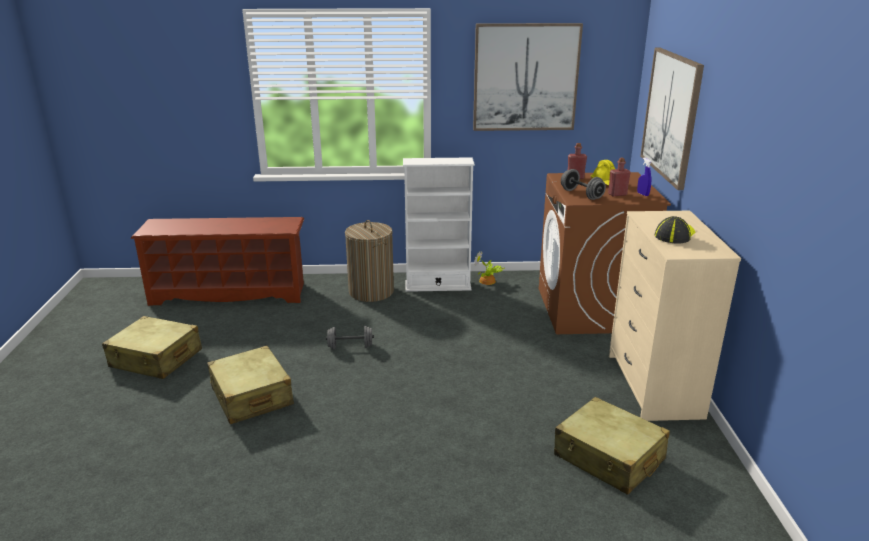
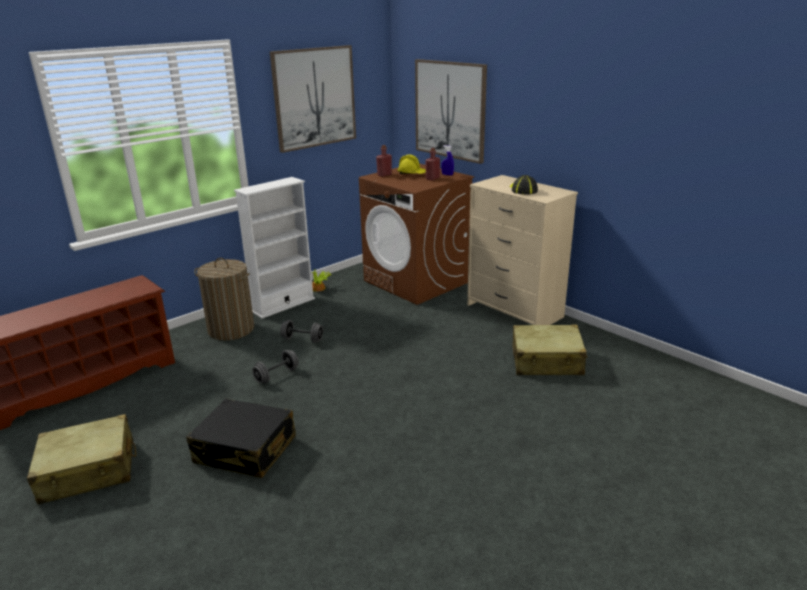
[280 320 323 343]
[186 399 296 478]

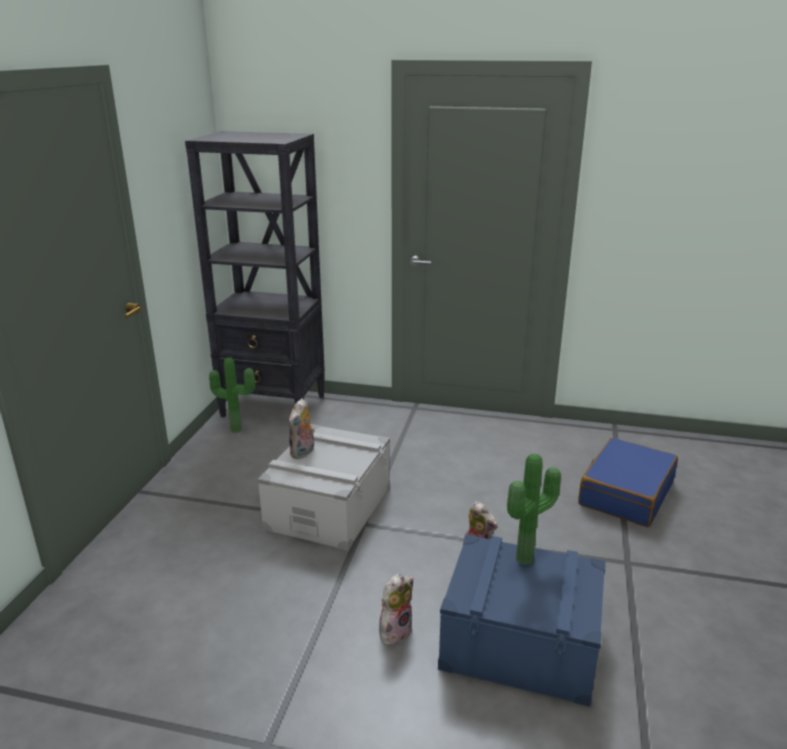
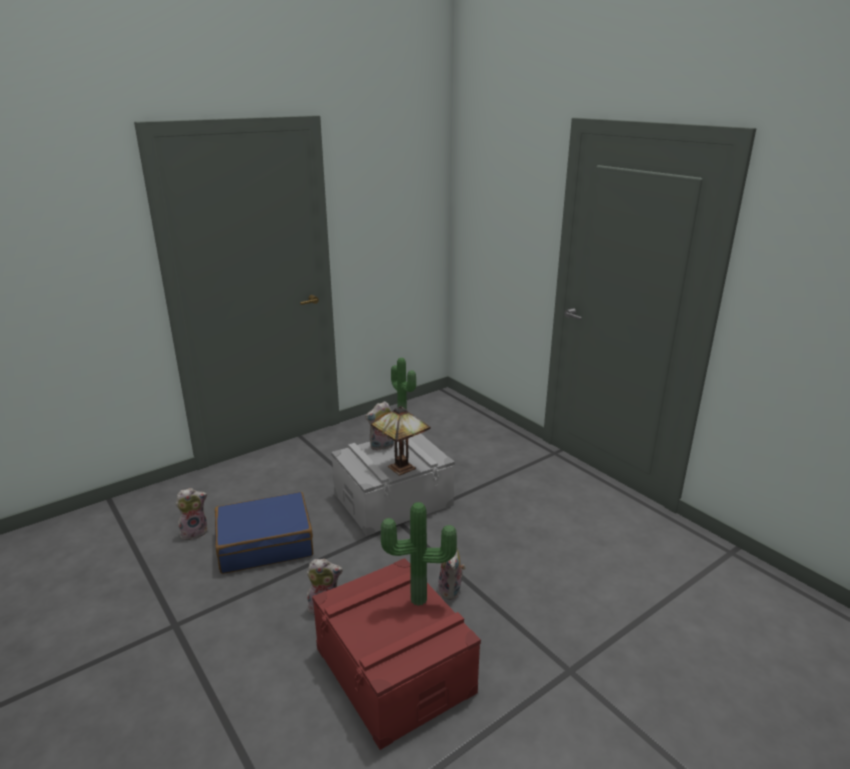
[185 131 325 417] (first image)
[176 488 208 540]
[371 406 431 476]
[215 492 313 574]
[312 558 481 750]

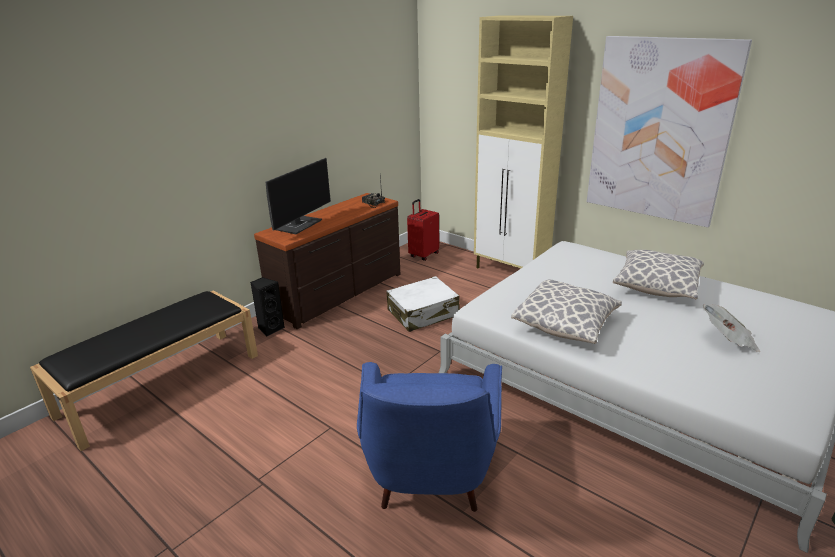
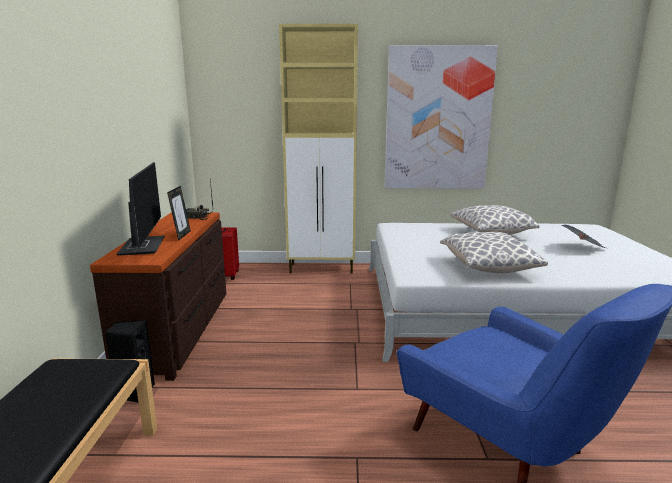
[386 276 459 332] (first image)
[167 186 191 241]

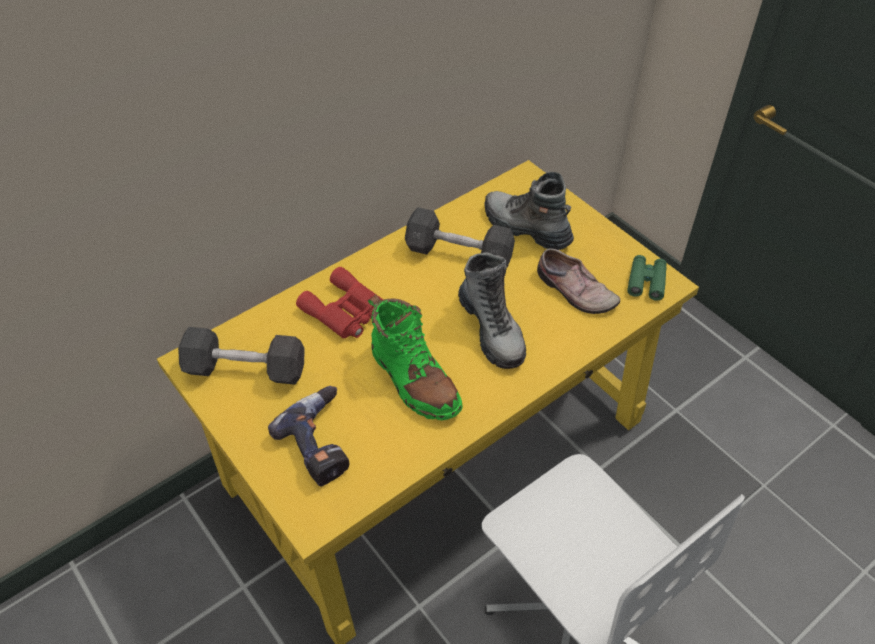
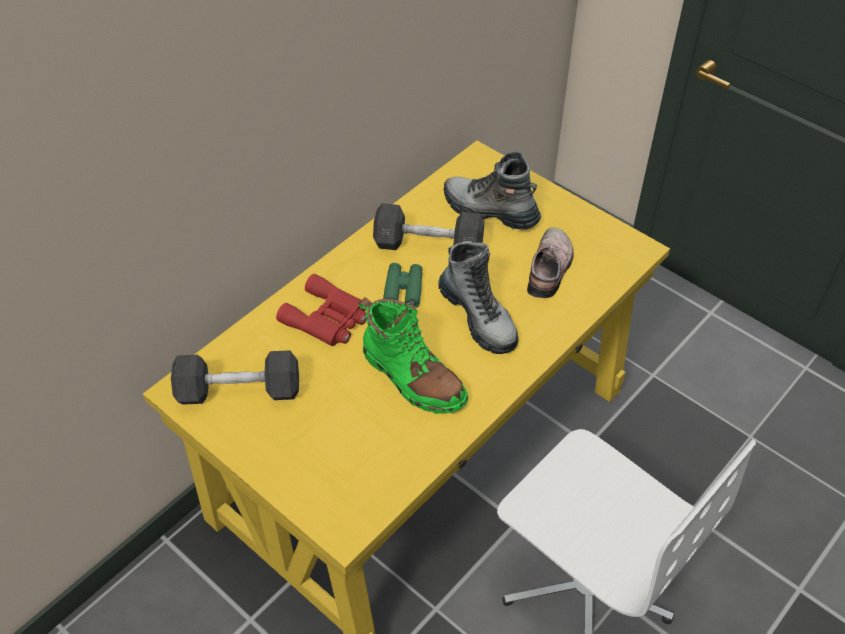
[268 386 349 487] (first image)
[383 263 422 308]
[527 228 574 298]

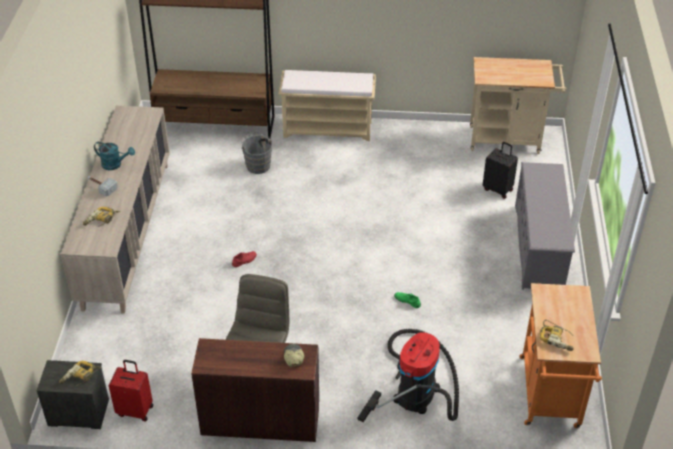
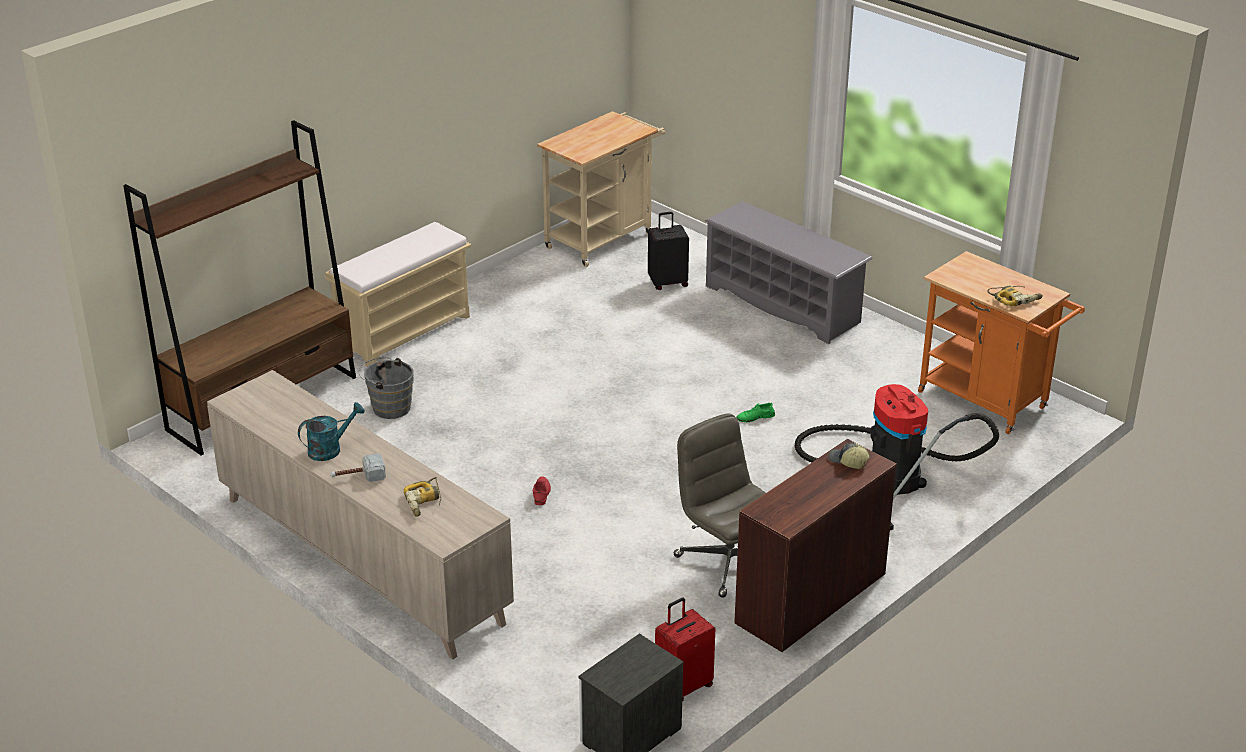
[59 361 102 387] (first image)

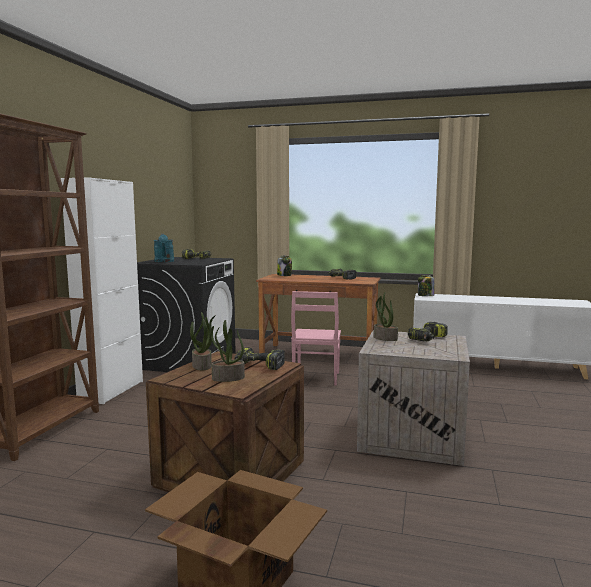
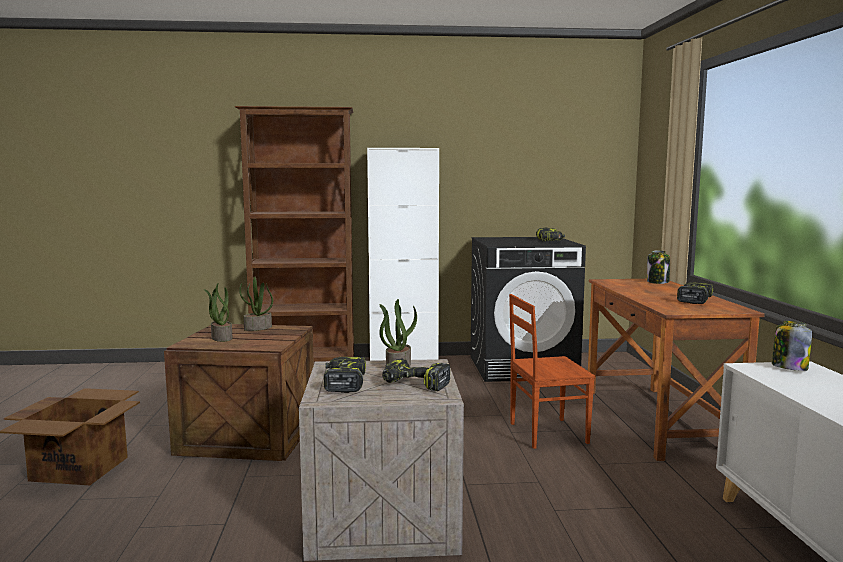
[154 234 174 262] (first image)
[324 357 366 393]
[509 294 595 449]

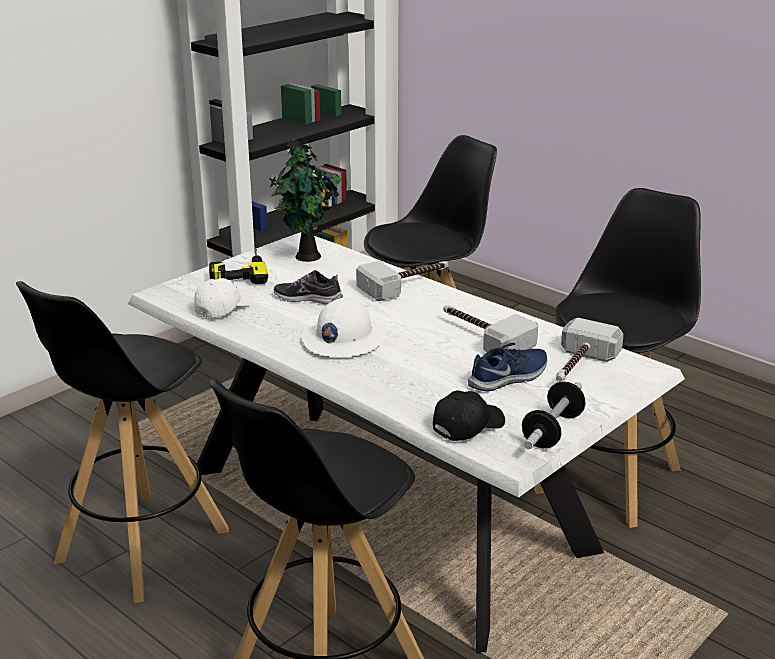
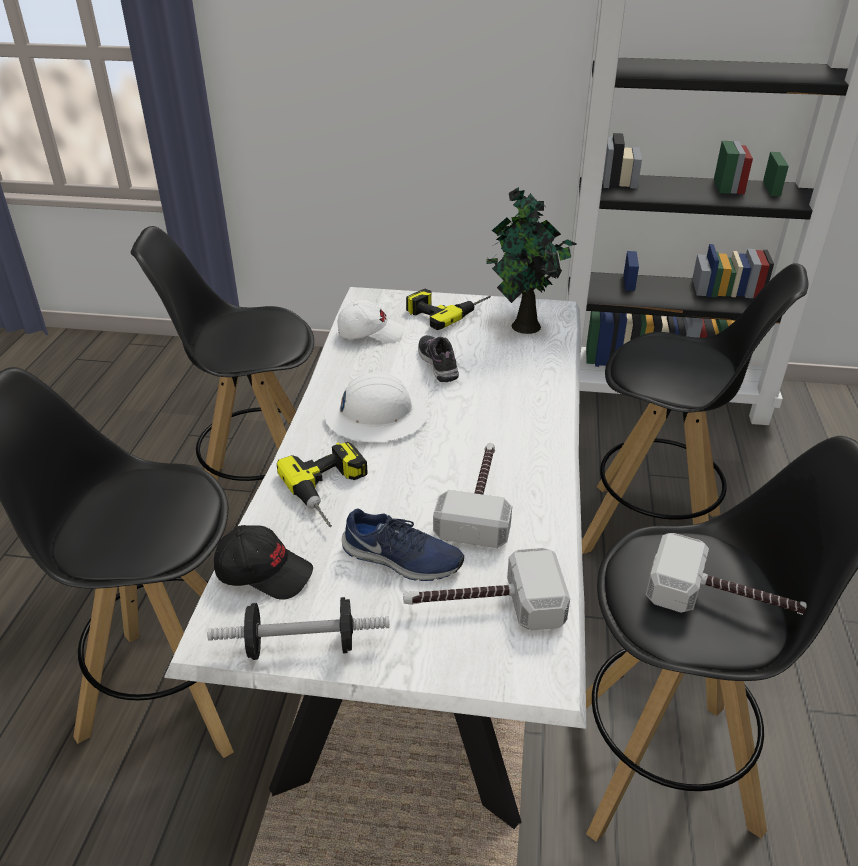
[277 442 368 527]
[646 533 807 615]

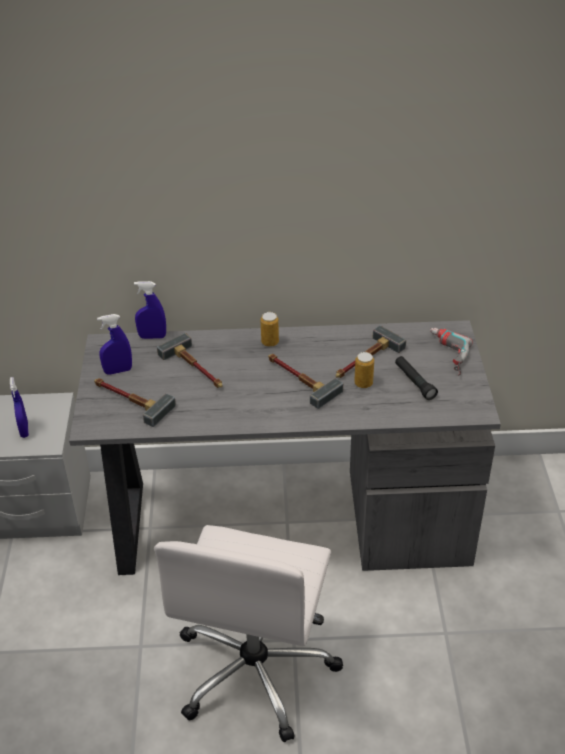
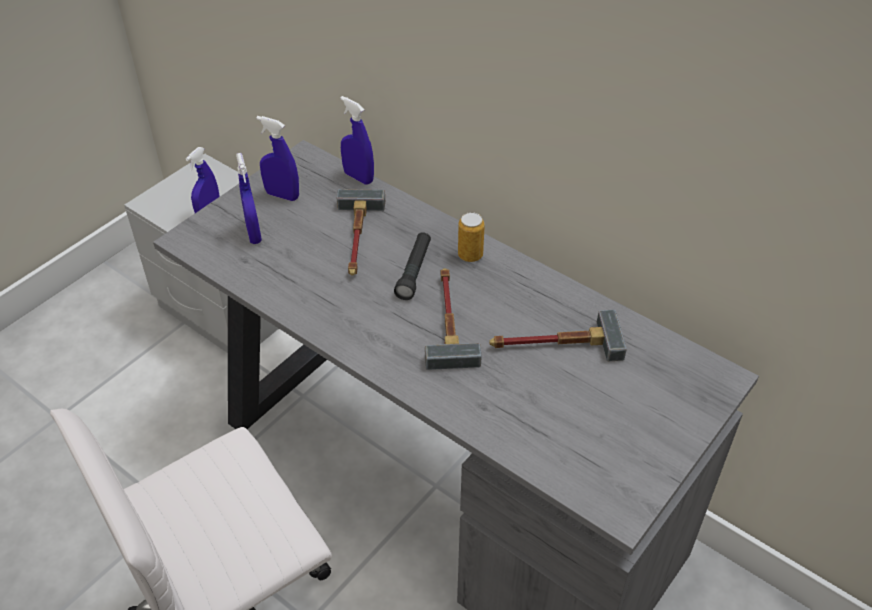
[354 352 374 388] (first image)
[430 328 472 376] (first image)
[394 232 431 300]
[236 153 262 244]

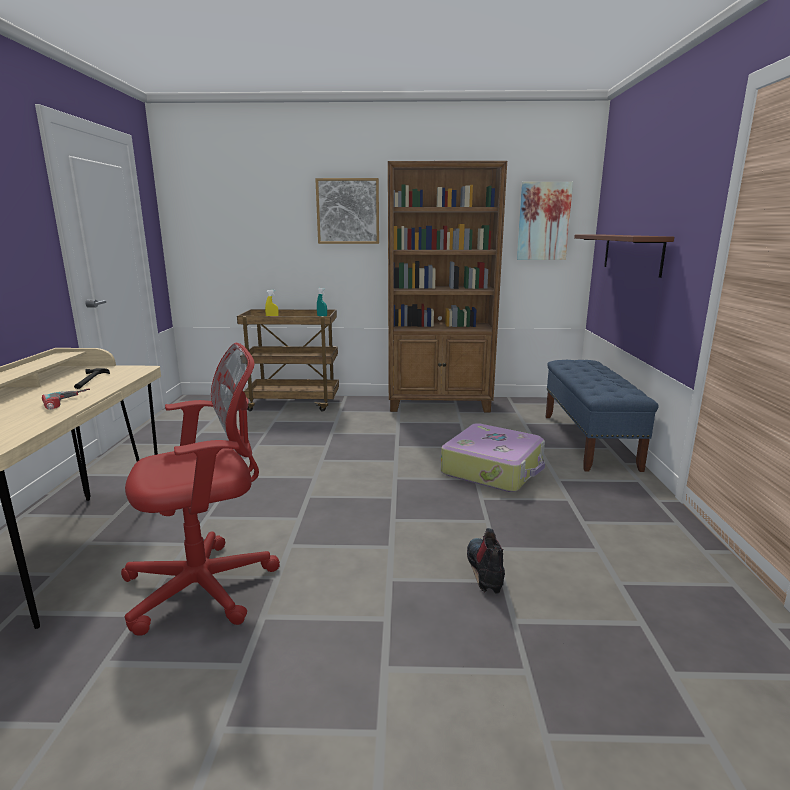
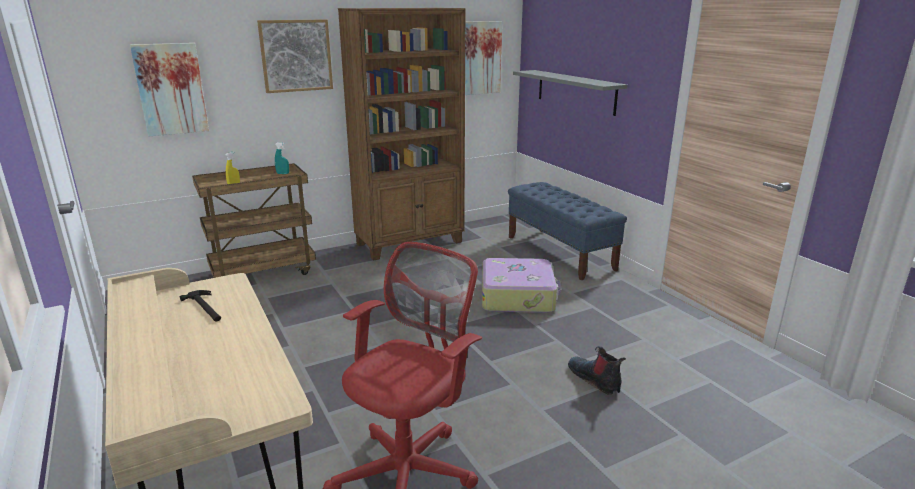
[42 389 90 410] (first image)
[130 43 209 136]
[513 70 627 116]

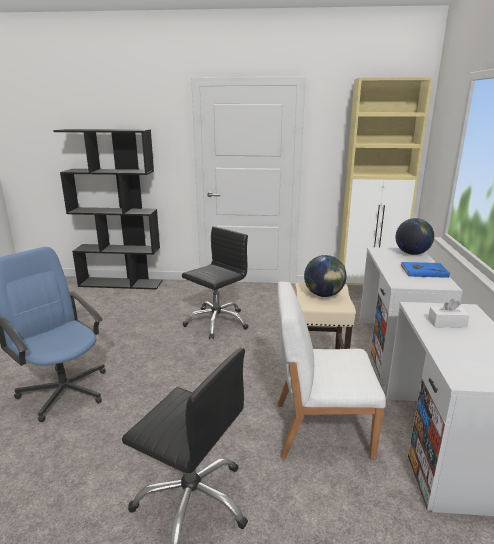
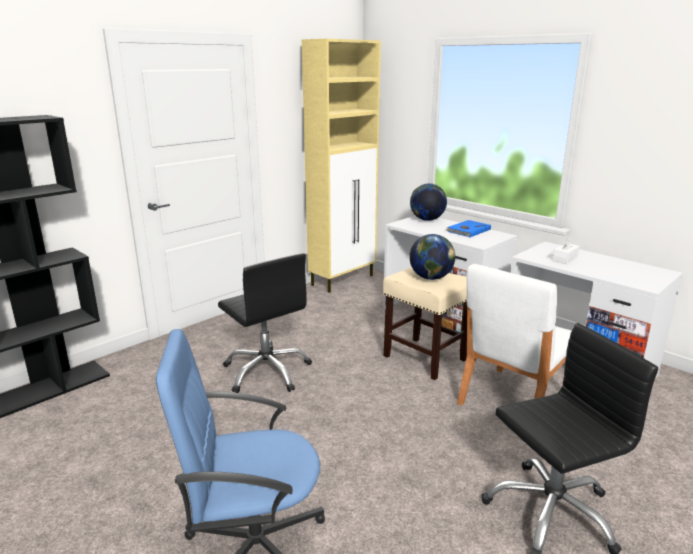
[218 253 312 393]

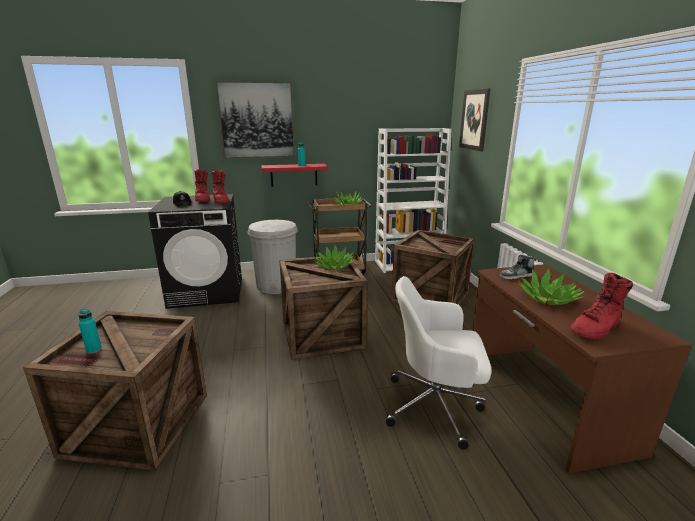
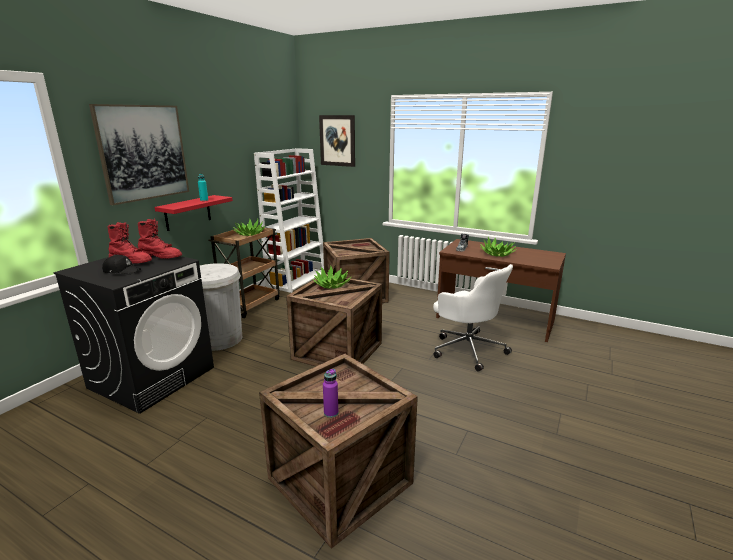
[570 273 633 339] (first image)
[323 369 338 418]
[433 264 513 372]

